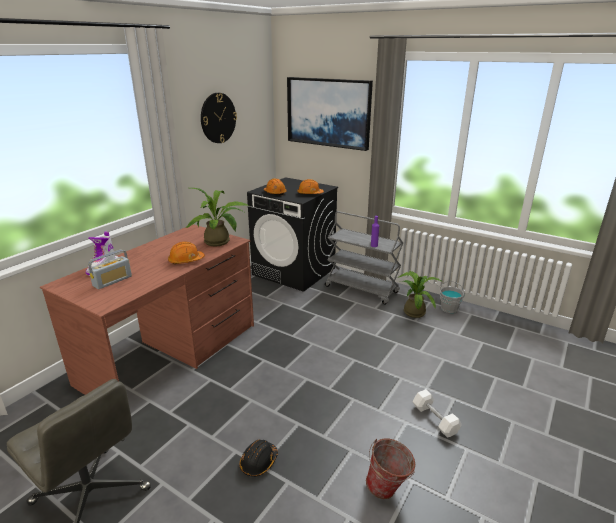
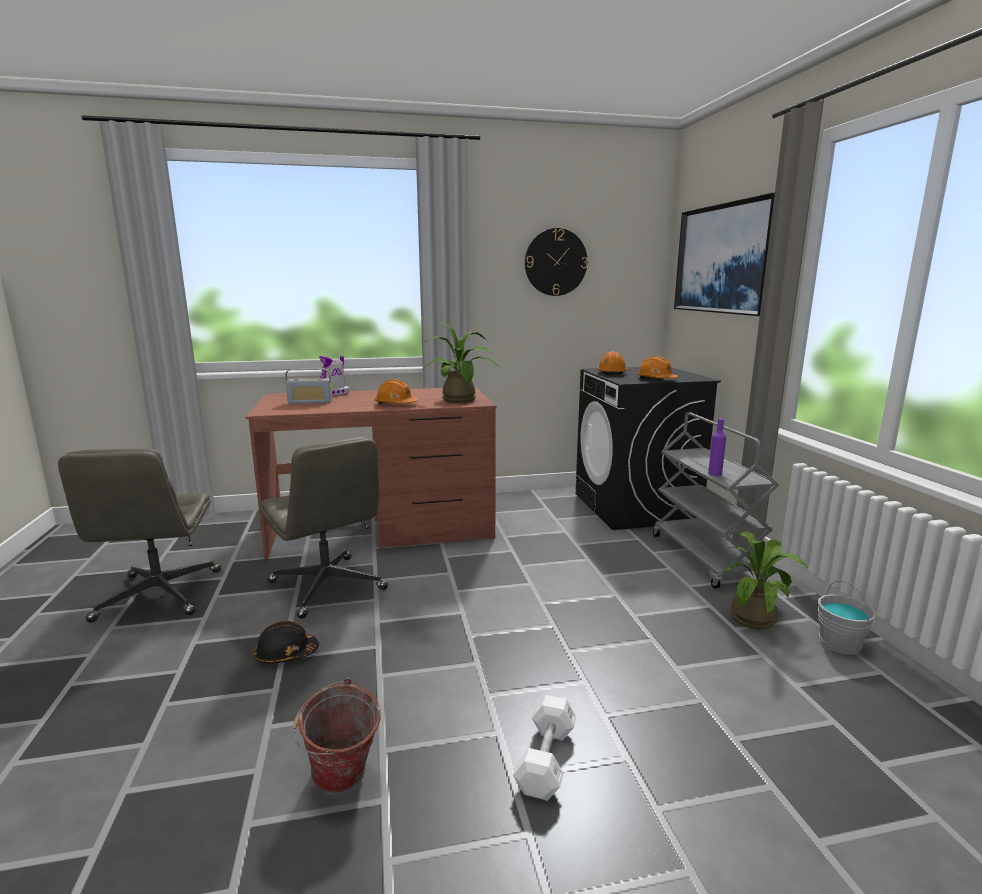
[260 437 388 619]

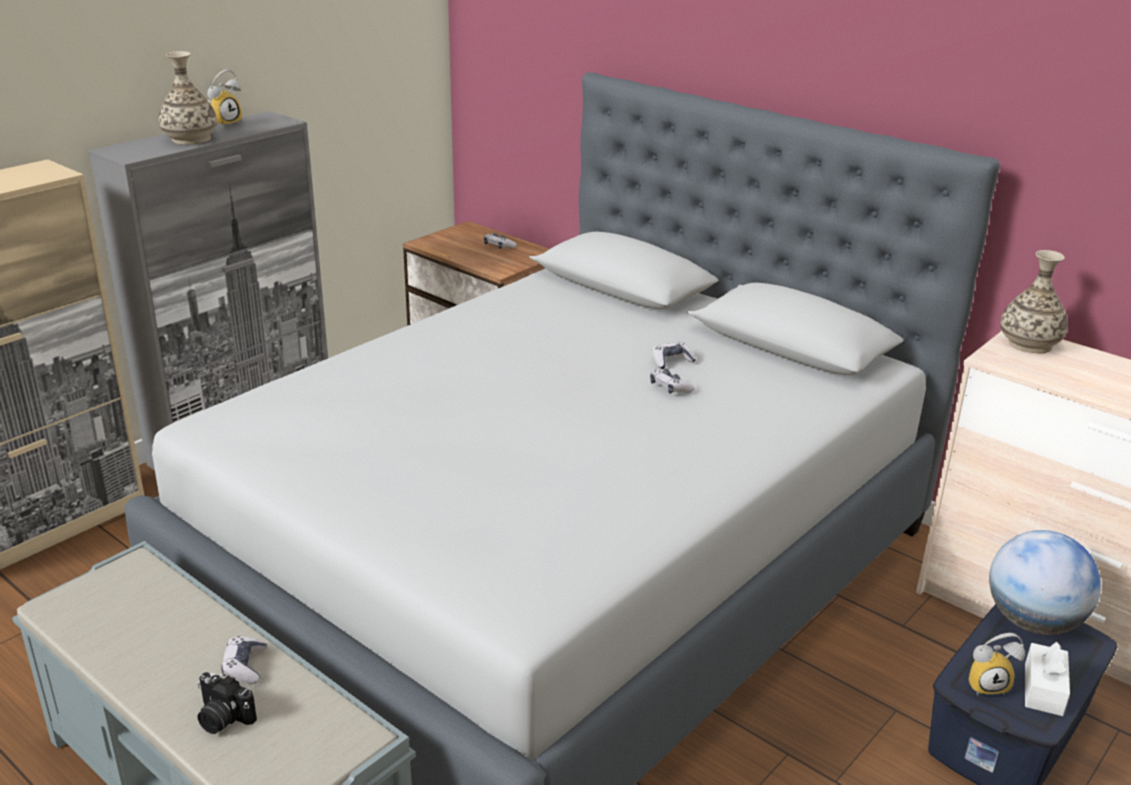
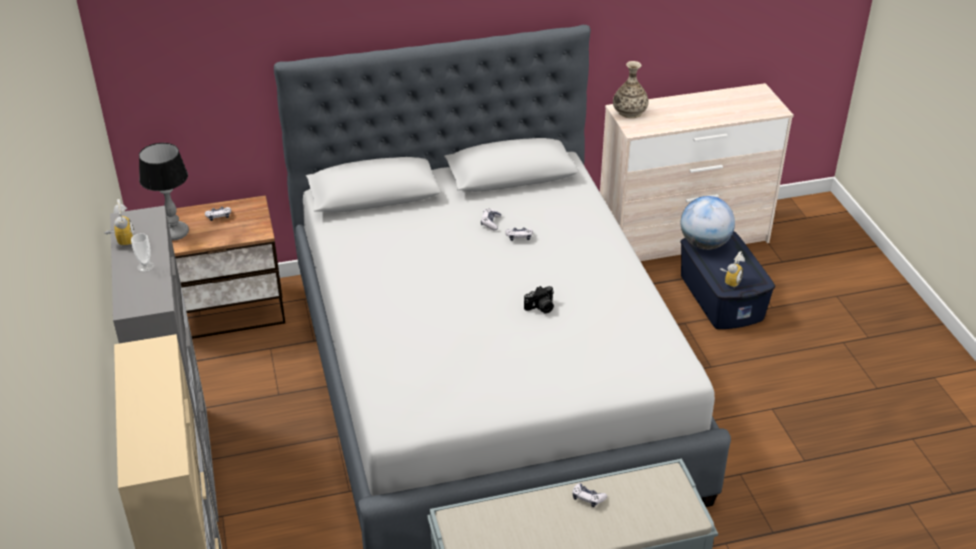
[1025 642 1070 716] (first image)
[139 143 189 241]
[524 286 554 314]
[131 233 155 272]

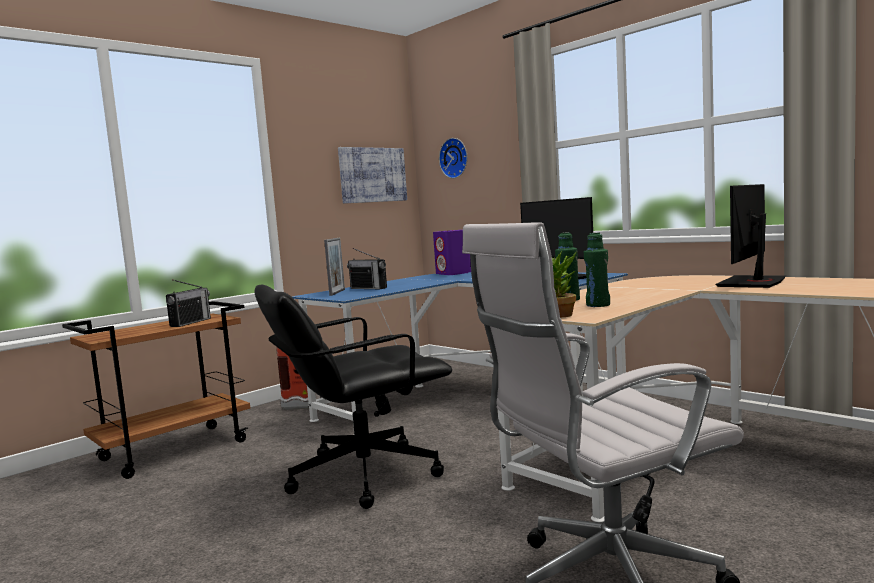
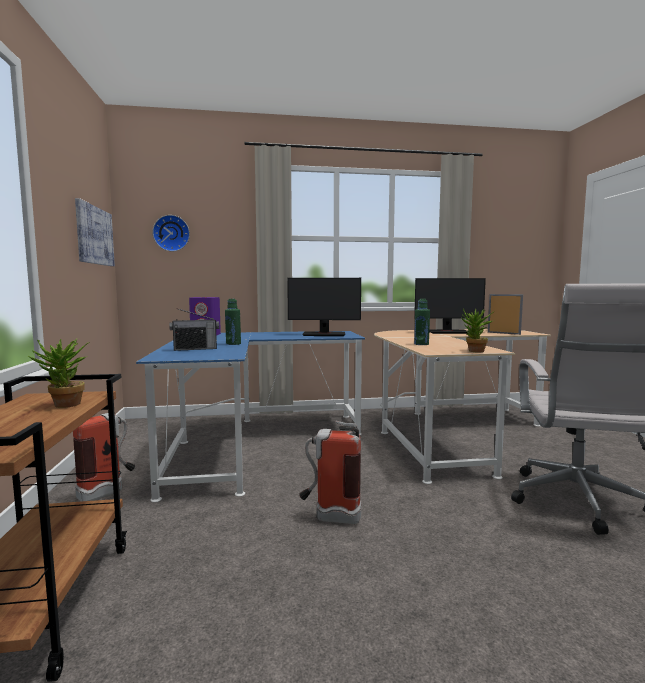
[488 294 523 335]
[225 299 241 345]
[28 339 90 408]
[299 421 361 524]
[414 278 486 334]

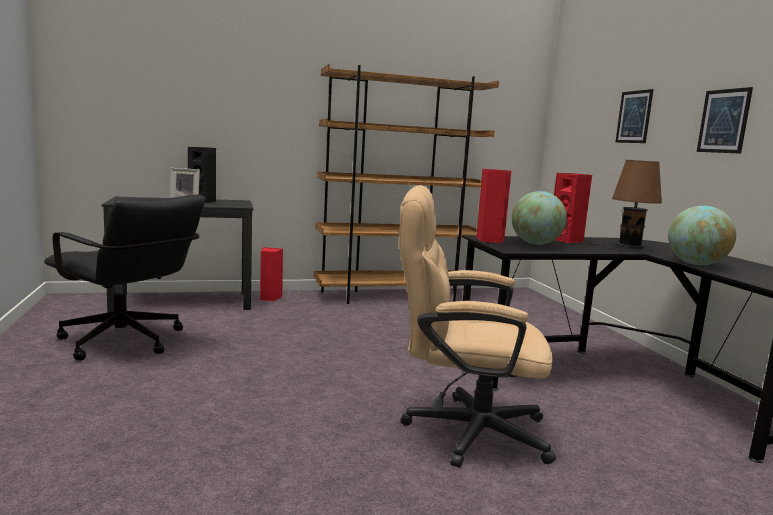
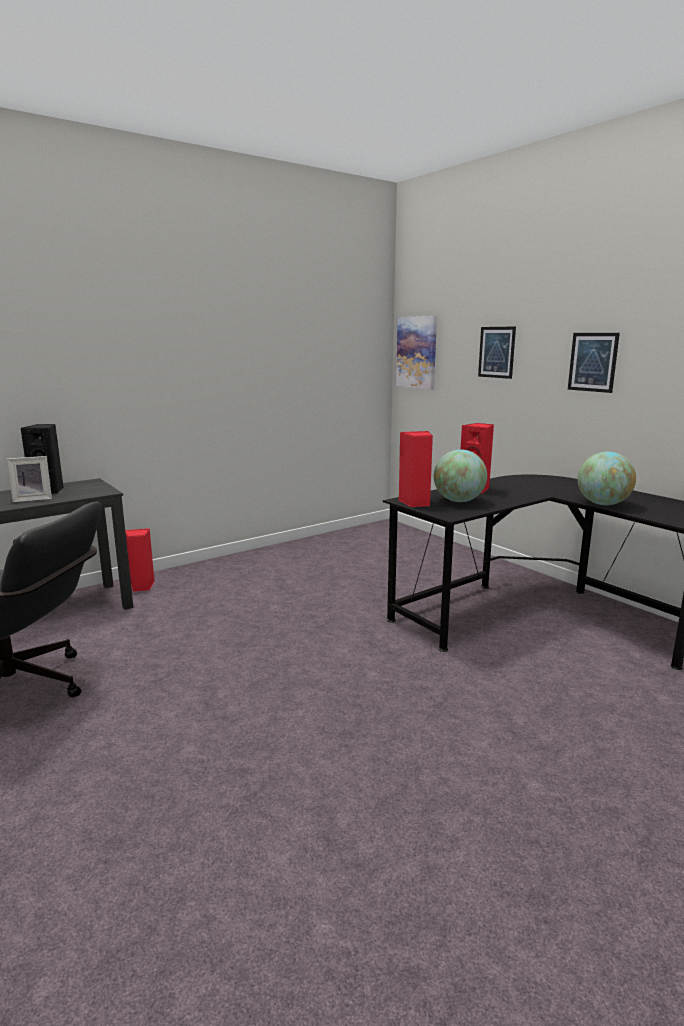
[314 64 499 304] (first image)
[399 185 556 468] (first image)
[594 160 662 251] (first image)
[396 316 437 390]

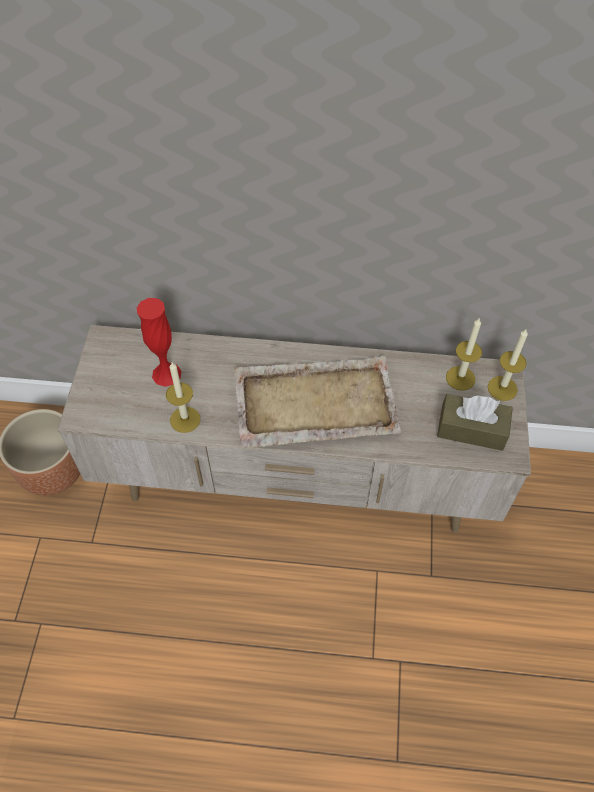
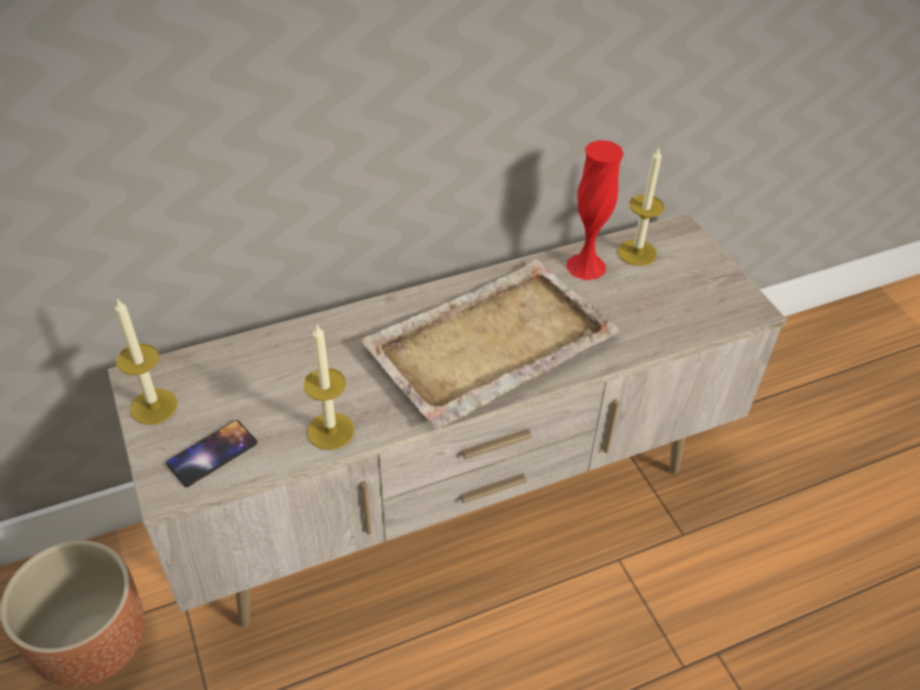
[437 394 513 451] (first image)
[166 420 257 487]
[567 140 624 280]
[115 298 178 425]

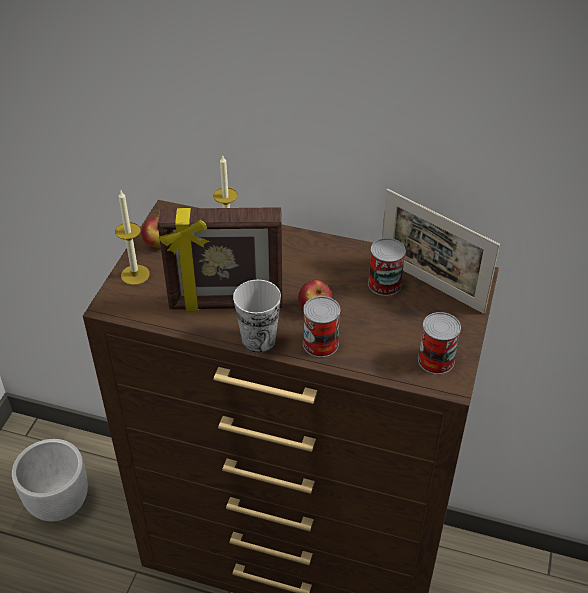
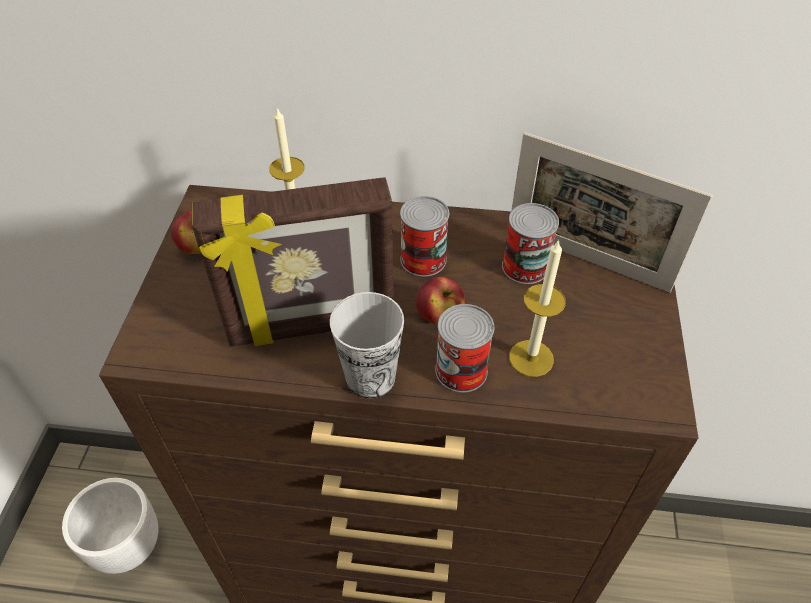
[509 239 566 377]
[400 196 449 277]

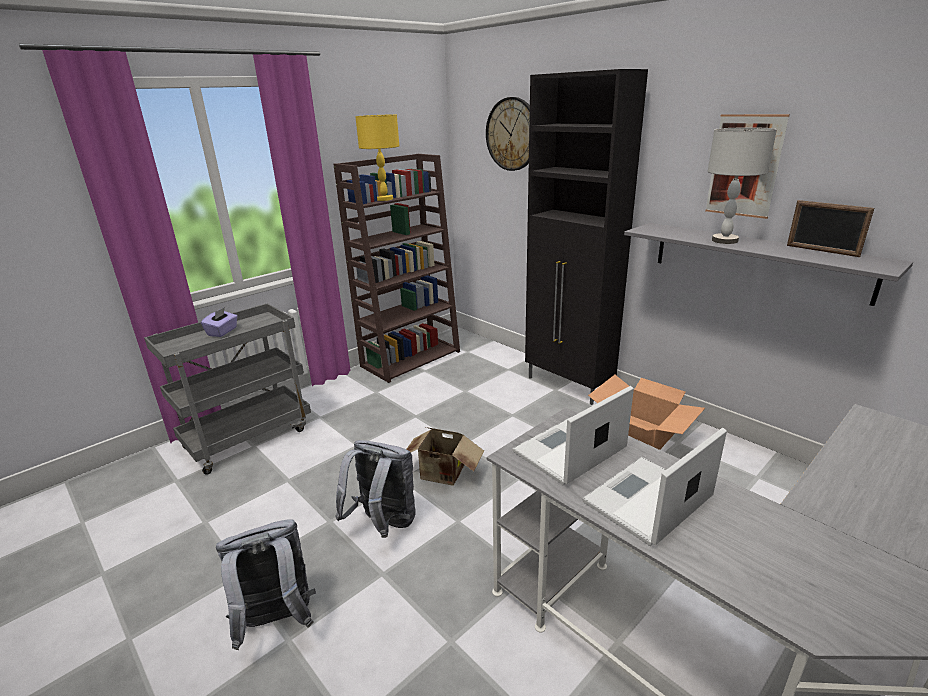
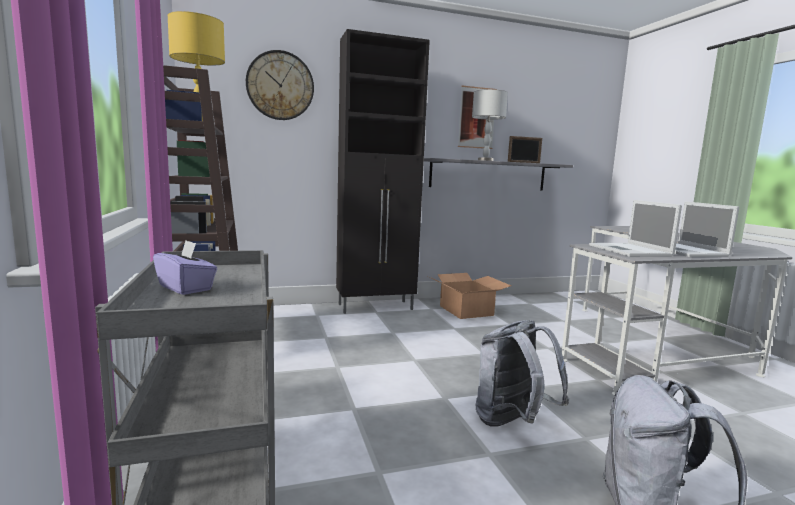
[407 427 484 486] (first image)

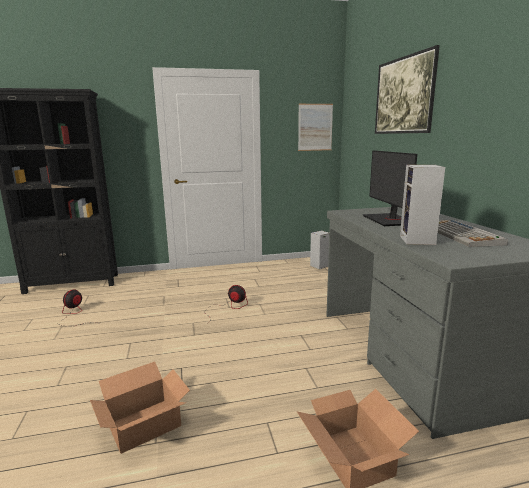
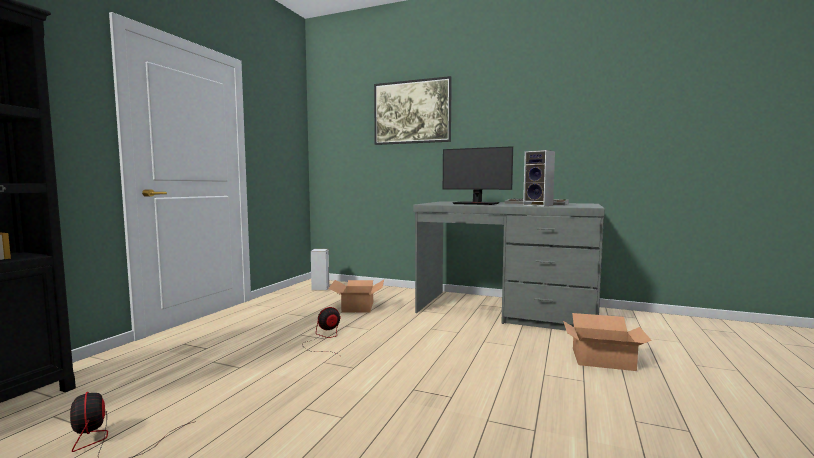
[298 104 333 151] (first image)
[328 280 384 312]

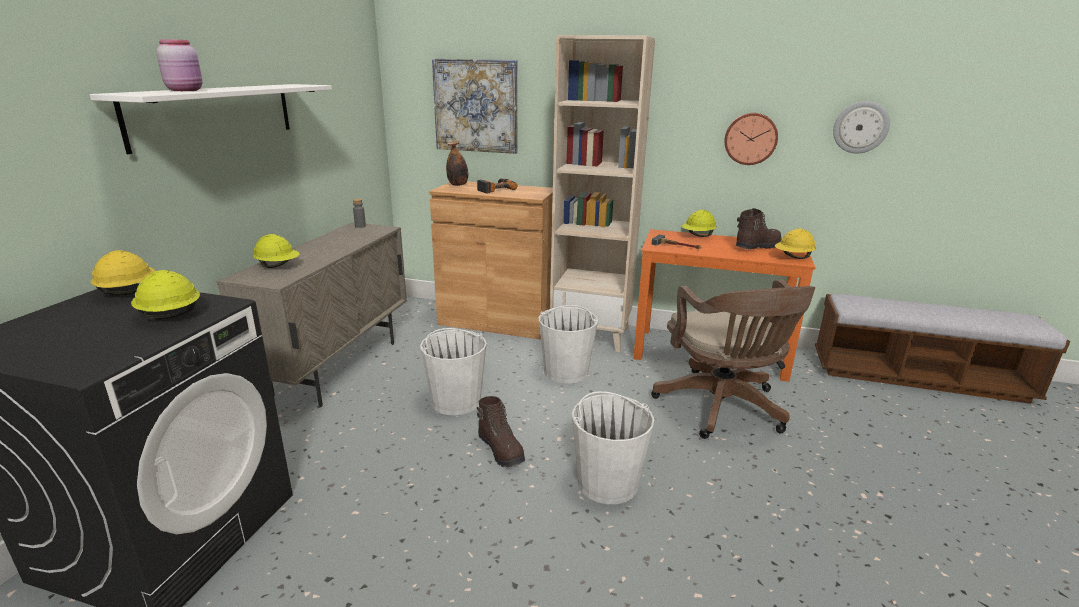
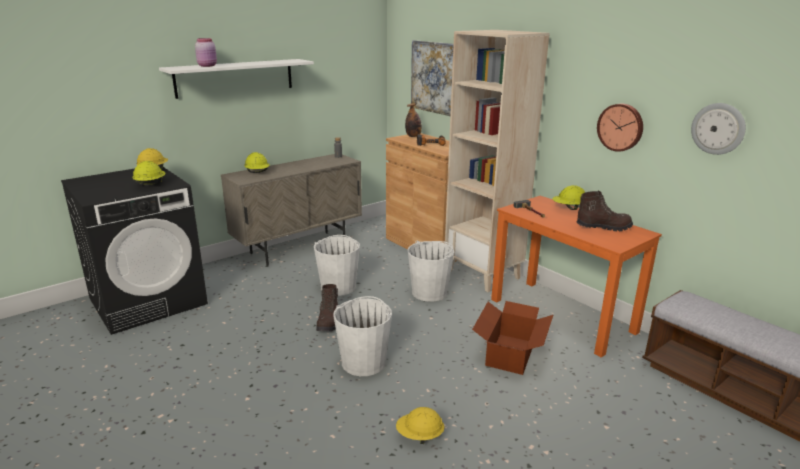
[396 407 444 444]
[472 301 553 375]

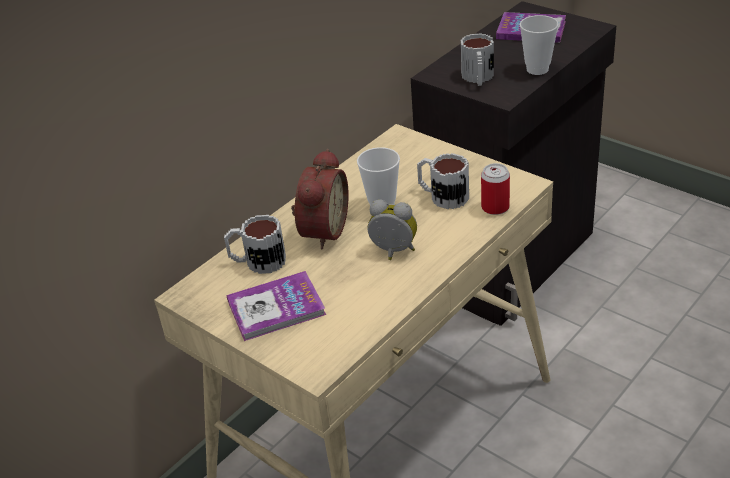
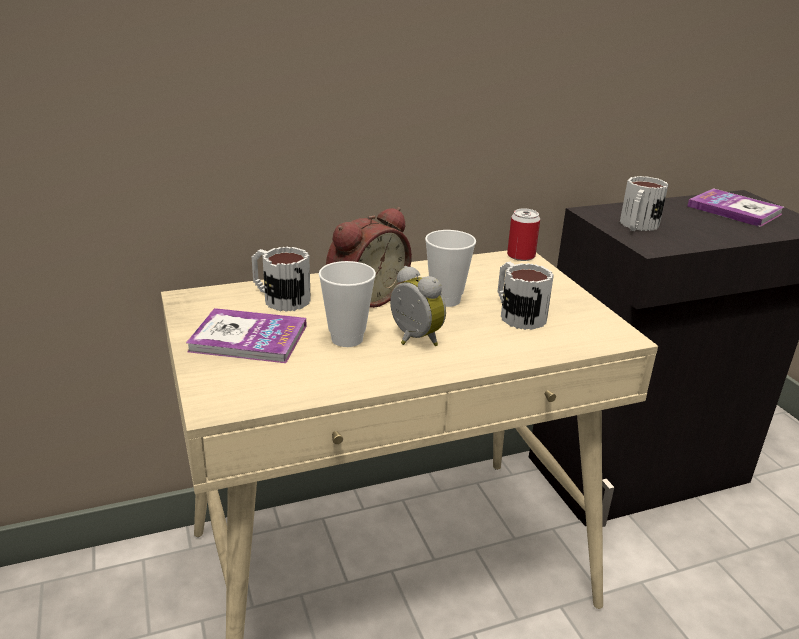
[507 209 540 261]
[319 261 376 347]

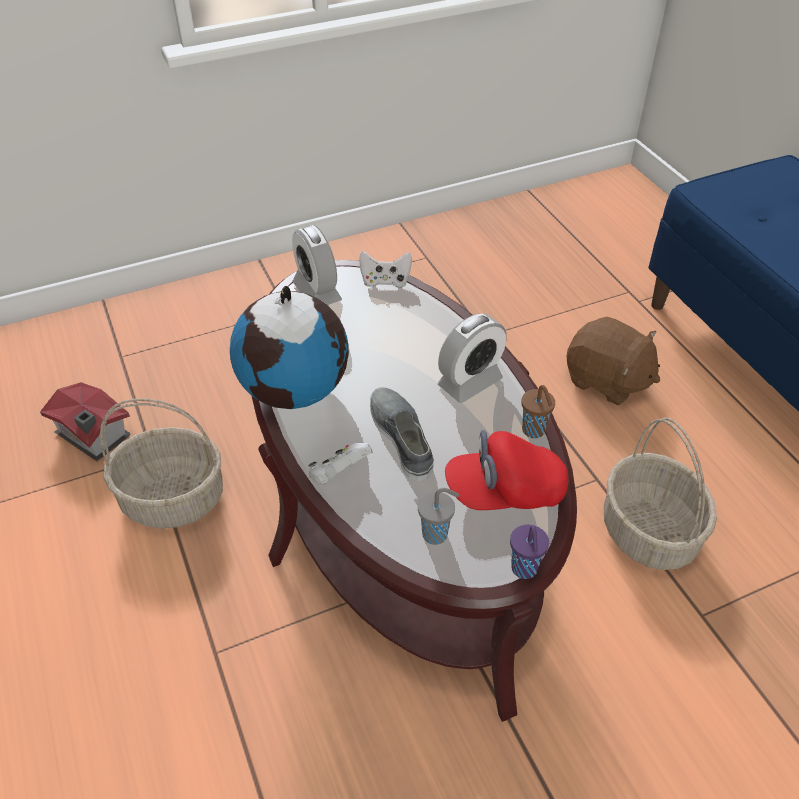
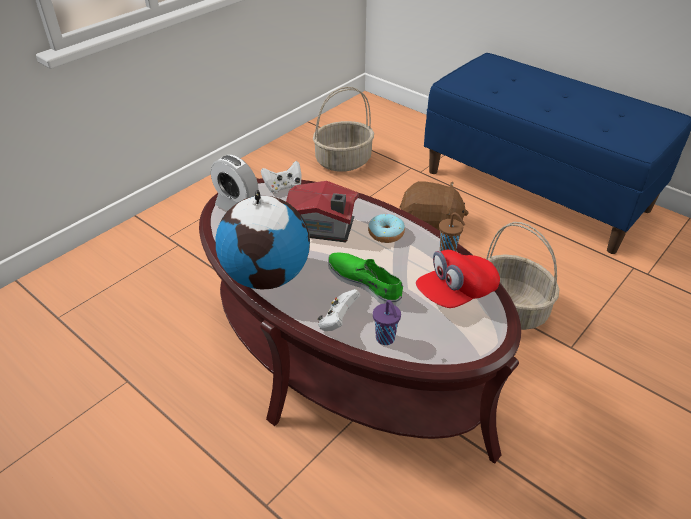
[418 488 459 545] (first image)
[286 181 359 242]
[313 87 374 172]
[373 300 401 345]
[368 214 405 243]
[328 252 403 306]

